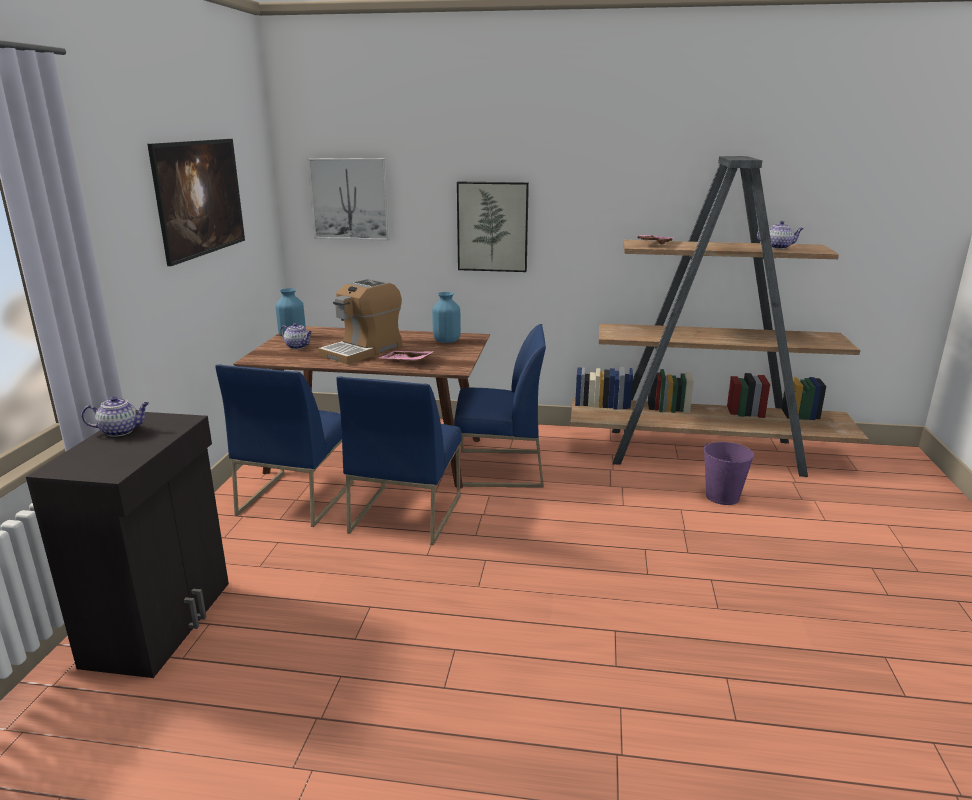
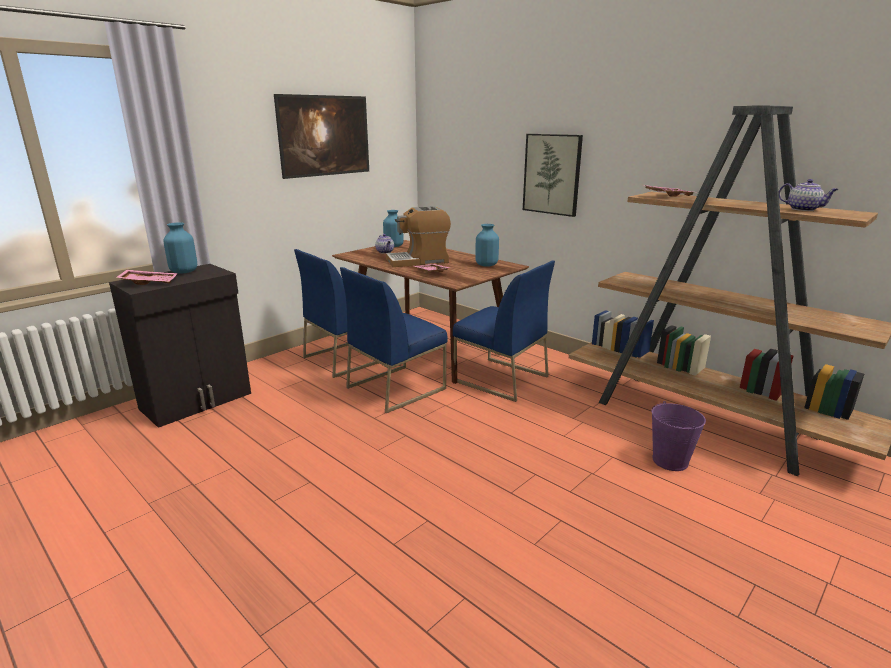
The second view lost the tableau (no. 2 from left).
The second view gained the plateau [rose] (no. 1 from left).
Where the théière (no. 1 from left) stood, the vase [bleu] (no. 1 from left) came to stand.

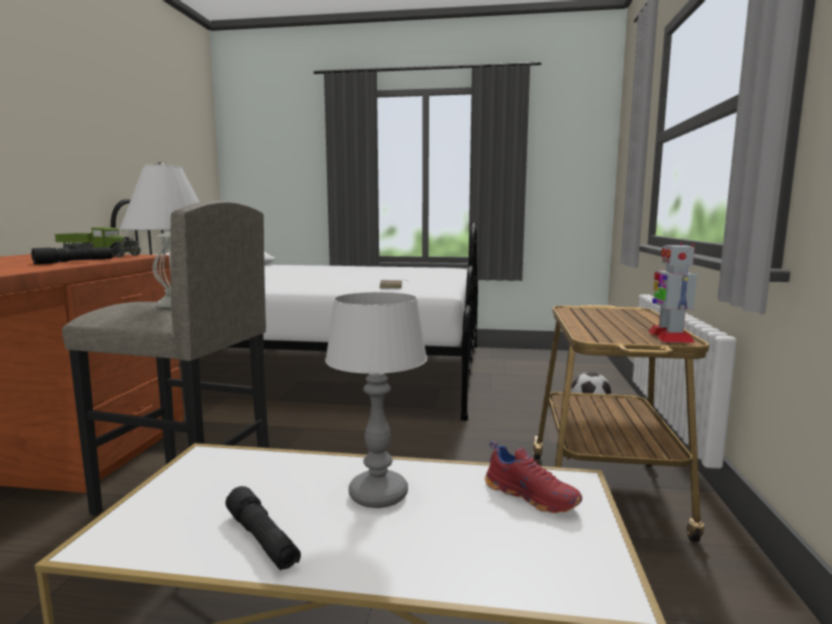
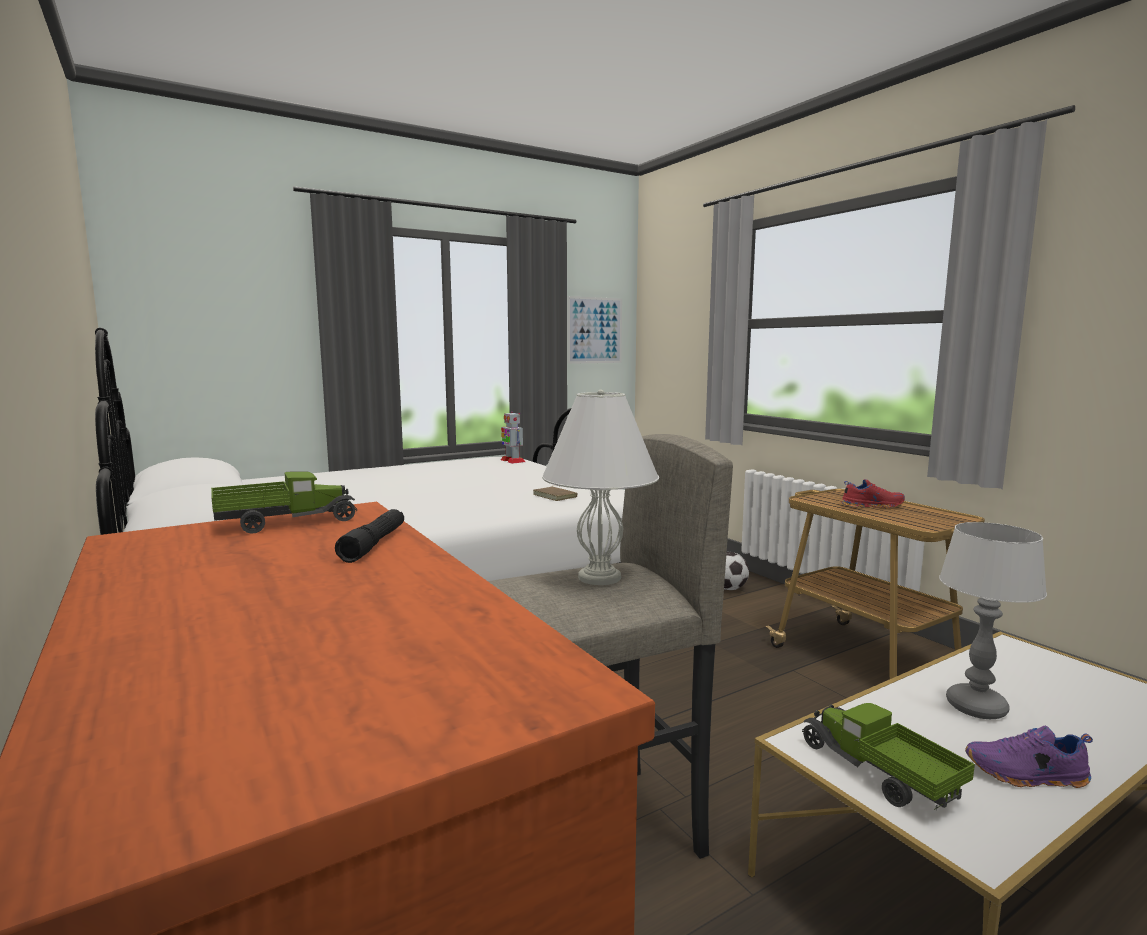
The second view gained the tableau.
The second view gained the camion jouet (no. 2 from left).
The chaussure [rouge] ended up elsewhere.
The robot jouet ended up elsewhere.
Where the lampe de poche [noir] (no. 2 from left) stood, the chaussure [violet] came to stand.

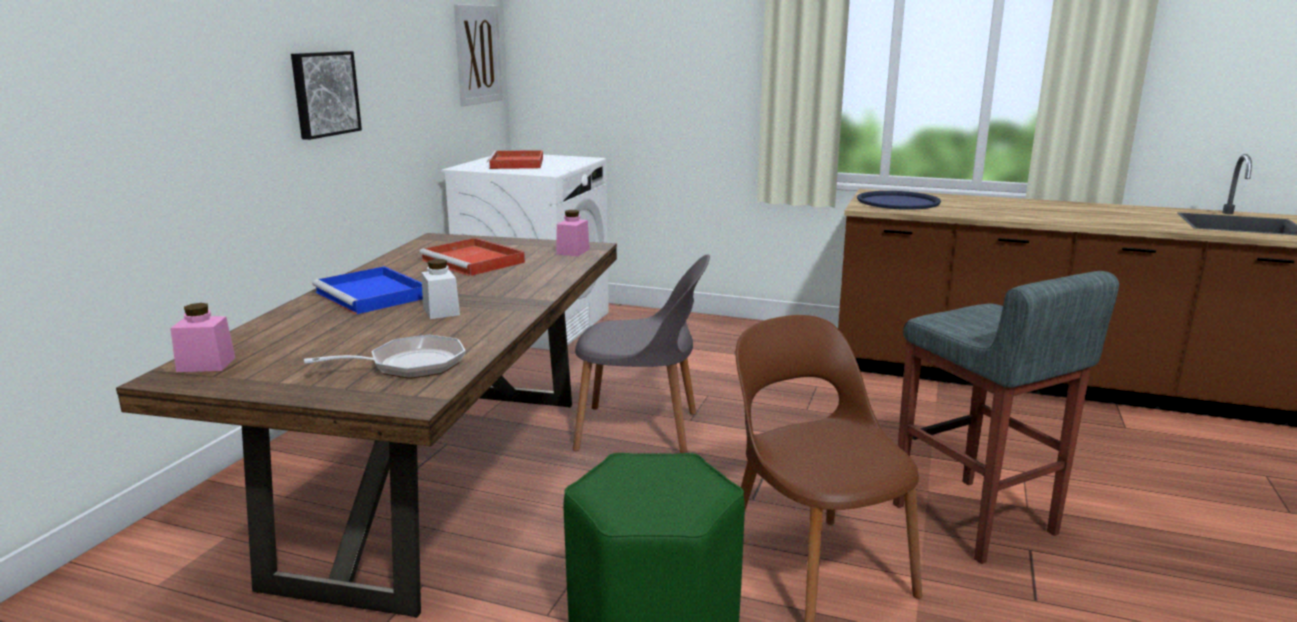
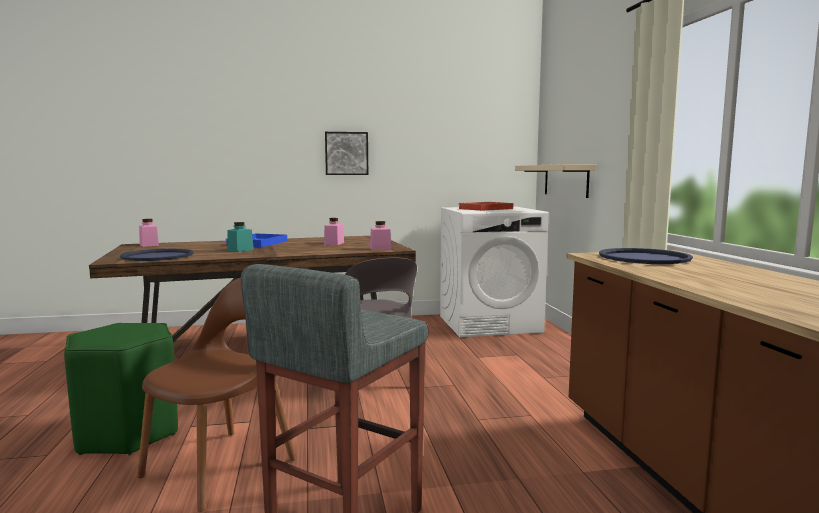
The second view lost the tableau (no. 2 from left).
The second view gained the étagère [beige].
Where the poêle stood, the plateau [bleu] (no. 1 from left) came to stand.
Where the plateau [rouge] (no. 1 from left) stood, the bocal [rose] (no. 2 from left) came to stand.
What was the bocal [blanc] turned into the bocal [turquoise].

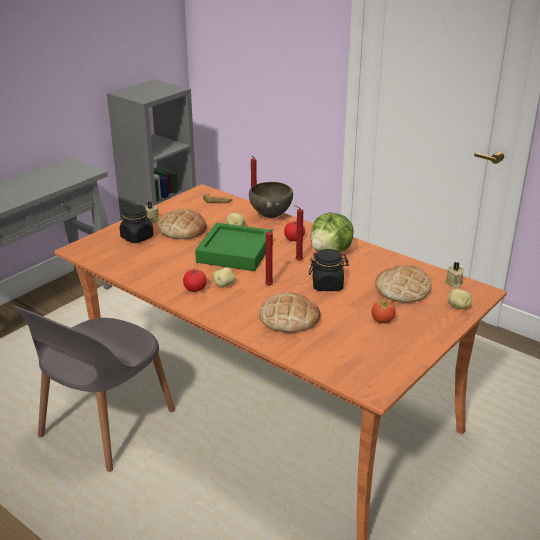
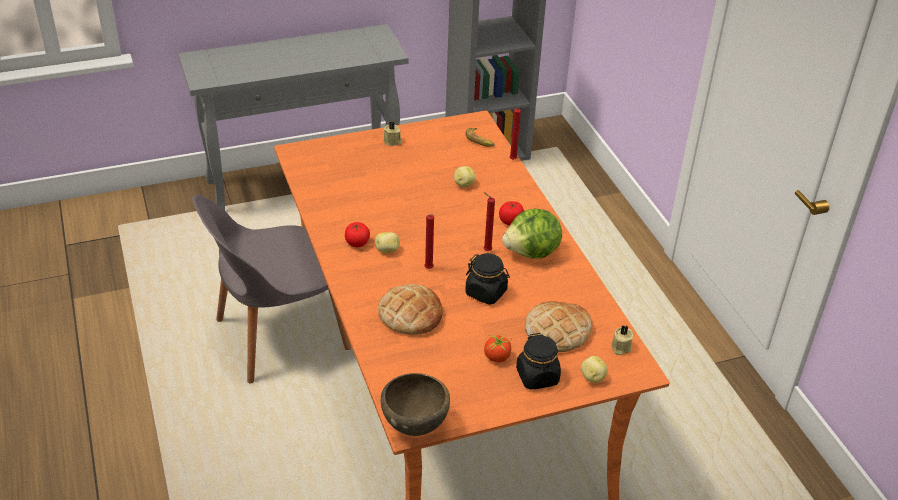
The second view lost the pain (no. 1 from left).
The second view lost the plateau [vert].
The bocal [noir] (no. 1 from left in the first image) ended up elsewhere.
The bol [marron] ended up elsewhere.

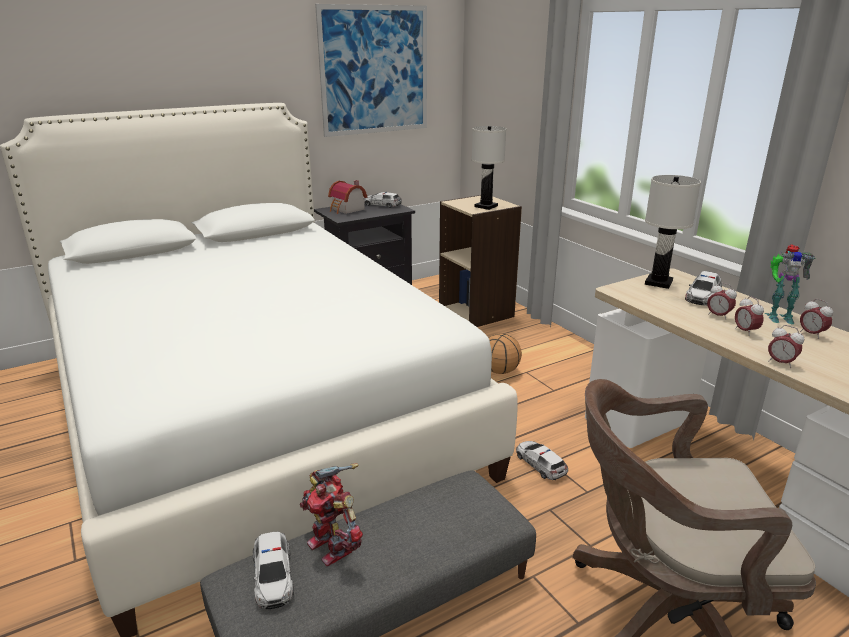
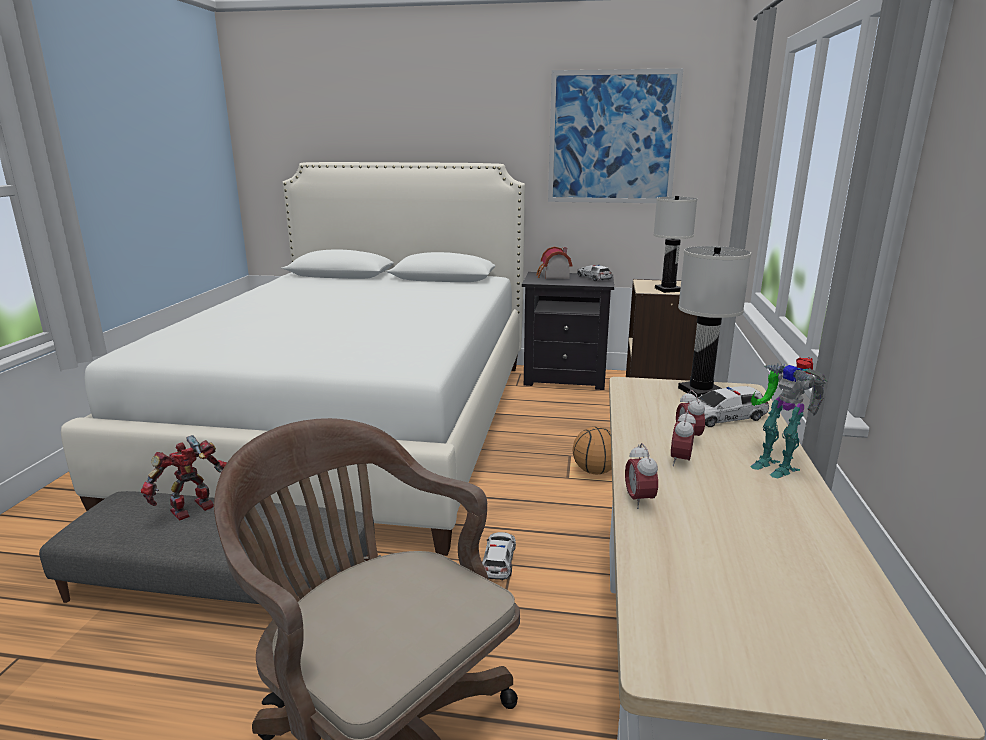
The second view lost the petite voiture (no. 1 from left).
The second view lost the réveil (no. 4 from left).
The robot jouet (no. 1 from left) ended up facing another way, 45 degrees clockwise from before.

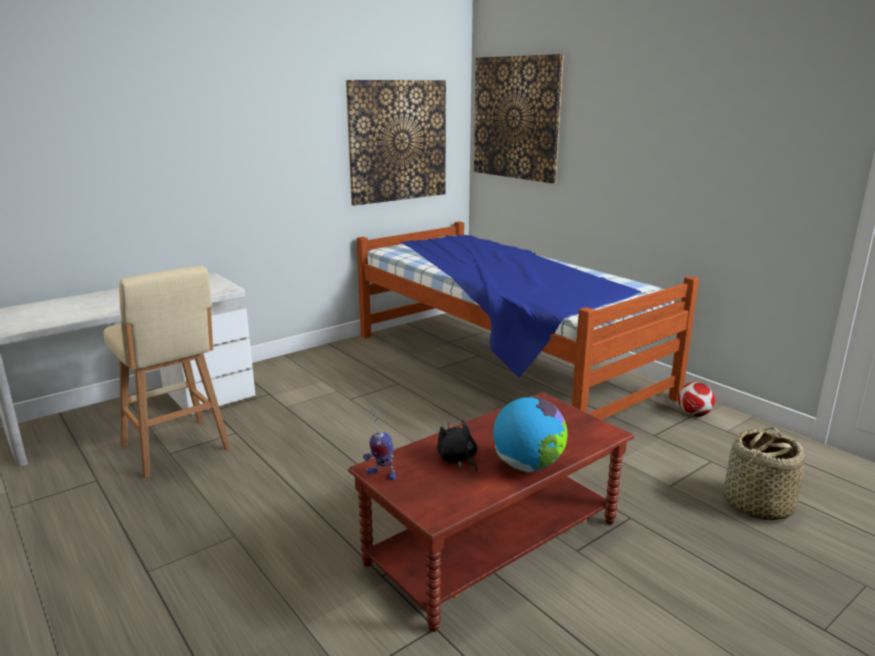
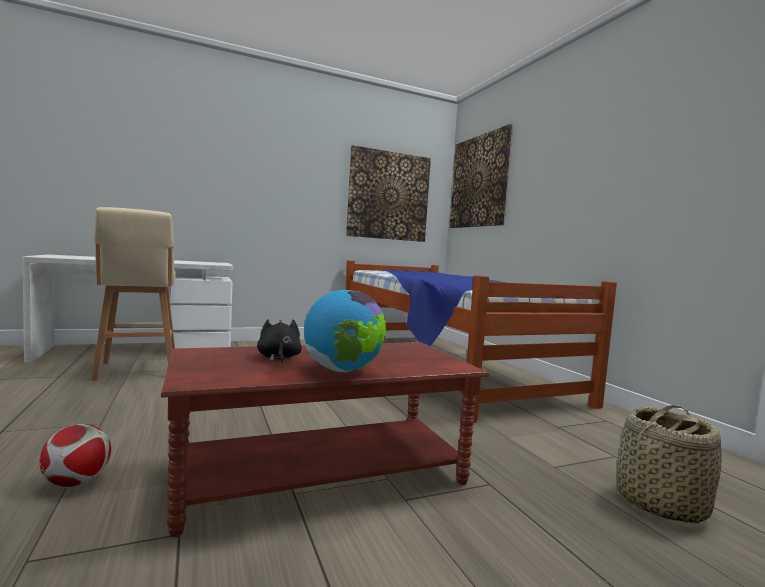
The second view lost the robot jouet.
The ballon de foot ended up elsewhere.

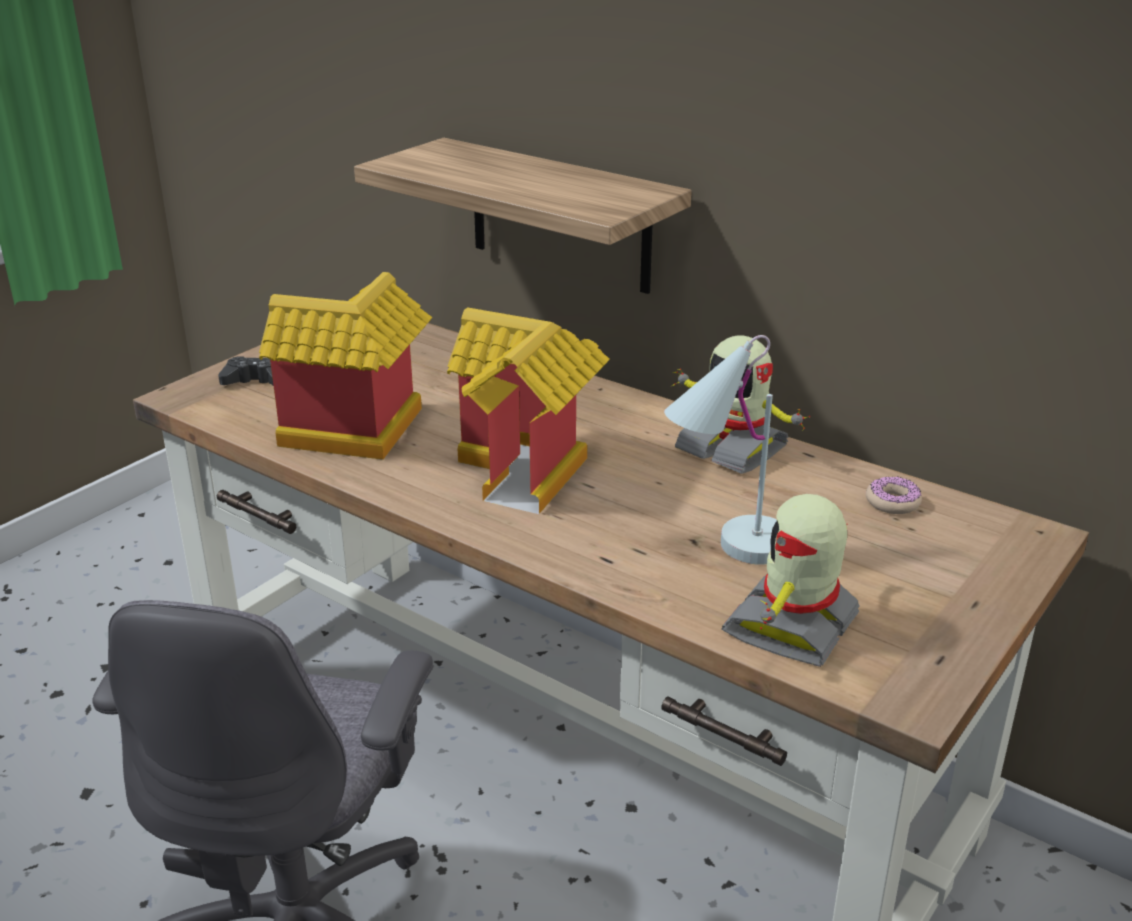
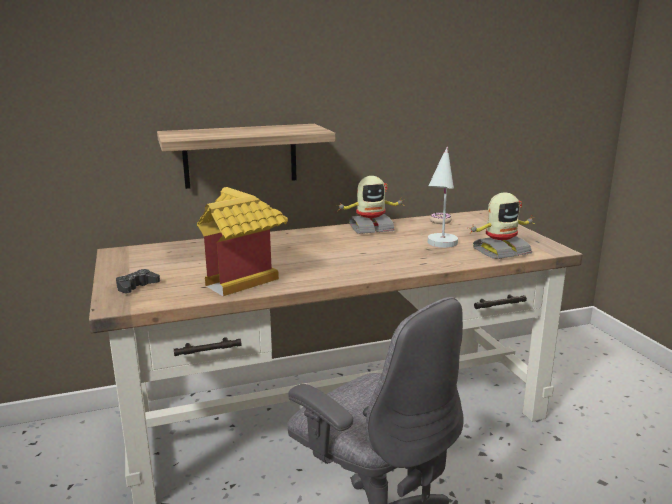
The second view lost the maison miniature (no. 2 from left).
The robot jouet (no. 2 from left) ended up facing another way, 90 degrees counterclockwise from before.

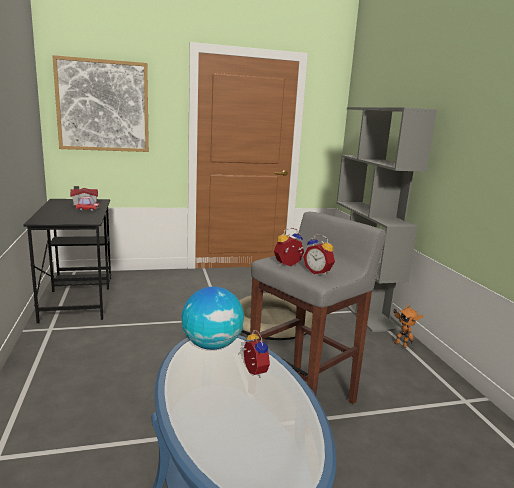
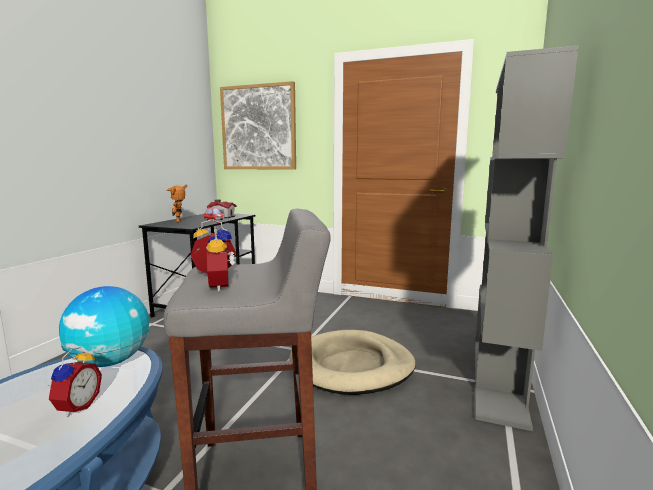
The robot jouet ended up elsewhere.

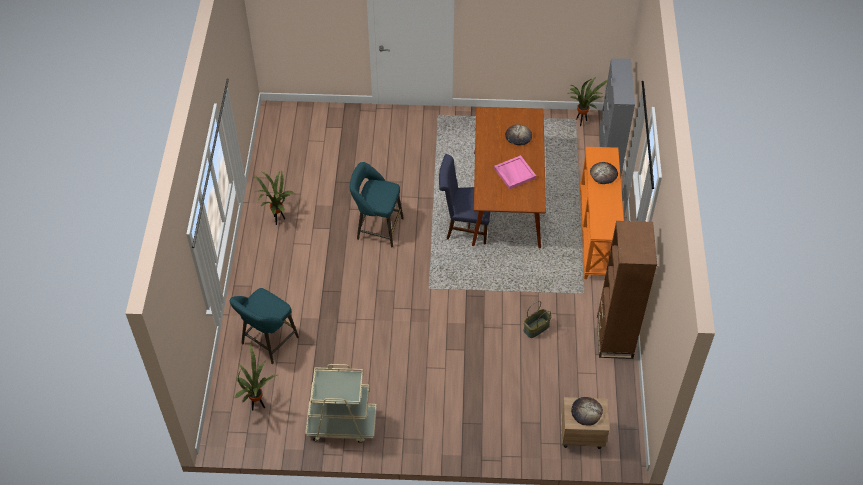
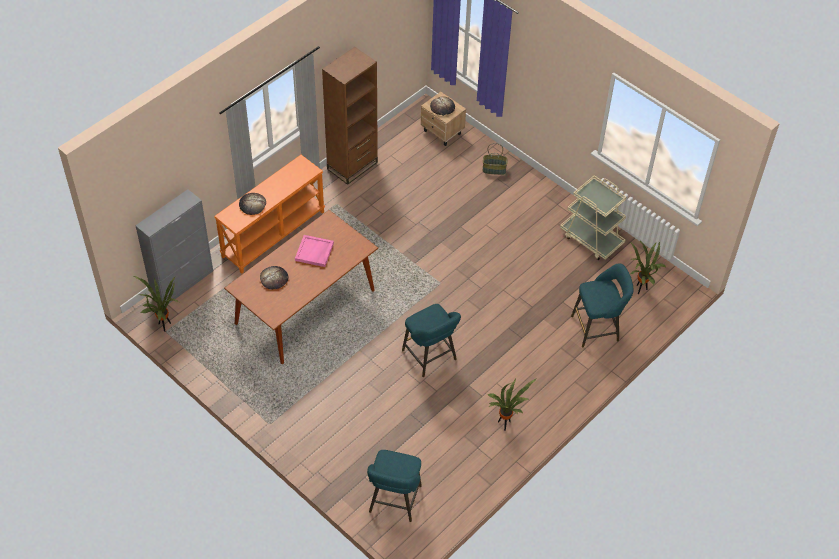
The second view lost the chaise [bleu].
The second view gained the tabouret [turquoise] (no. 1 from left).
The panier ended up elsewhere.

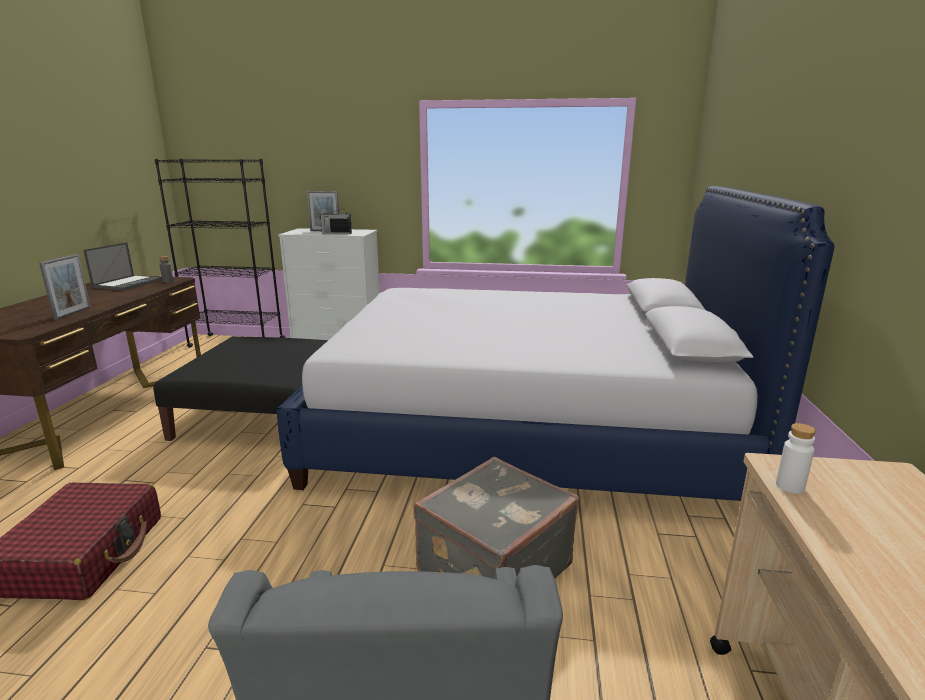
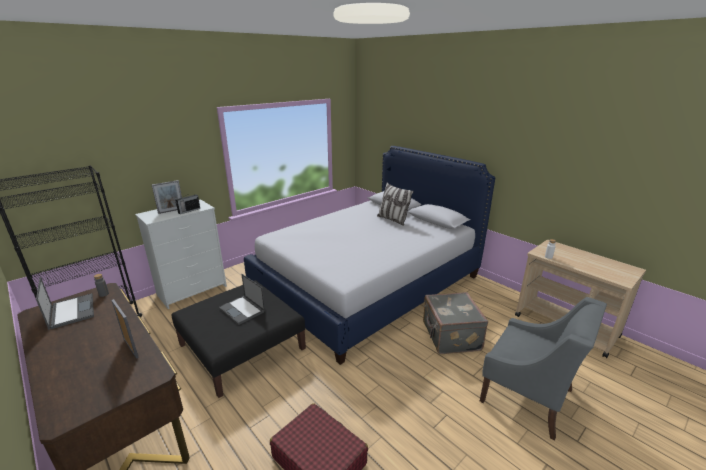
The second view gained the ordinateur portable (no. 2 from left).
The second view gained the coussin.

